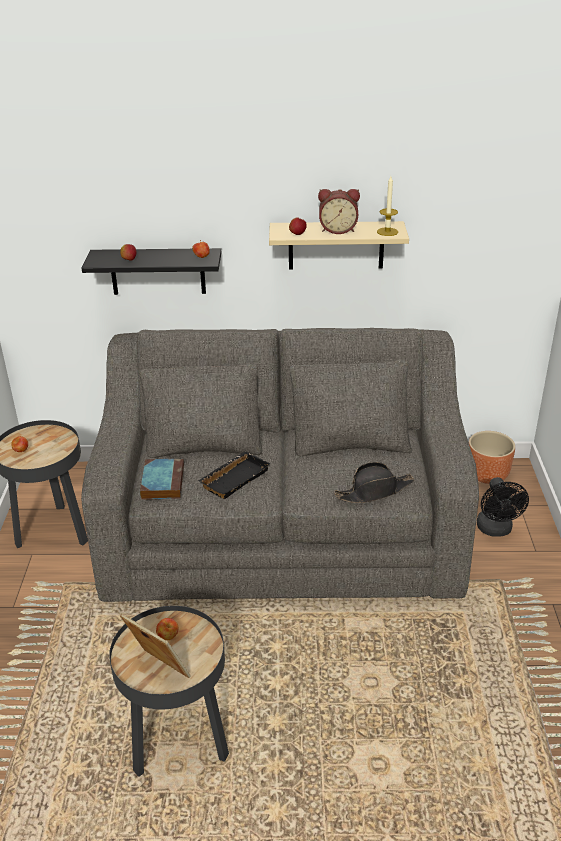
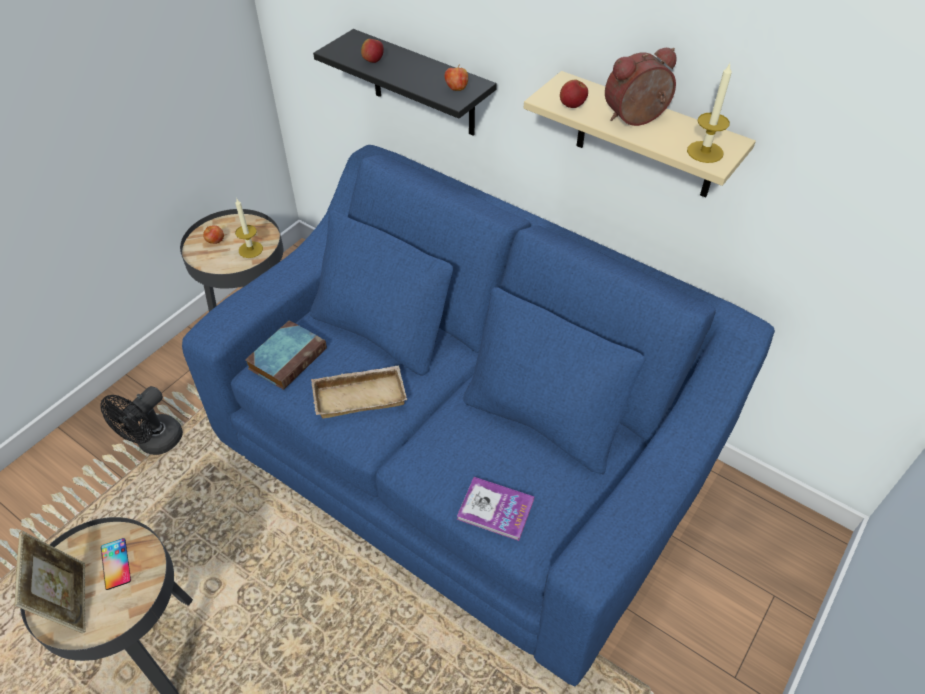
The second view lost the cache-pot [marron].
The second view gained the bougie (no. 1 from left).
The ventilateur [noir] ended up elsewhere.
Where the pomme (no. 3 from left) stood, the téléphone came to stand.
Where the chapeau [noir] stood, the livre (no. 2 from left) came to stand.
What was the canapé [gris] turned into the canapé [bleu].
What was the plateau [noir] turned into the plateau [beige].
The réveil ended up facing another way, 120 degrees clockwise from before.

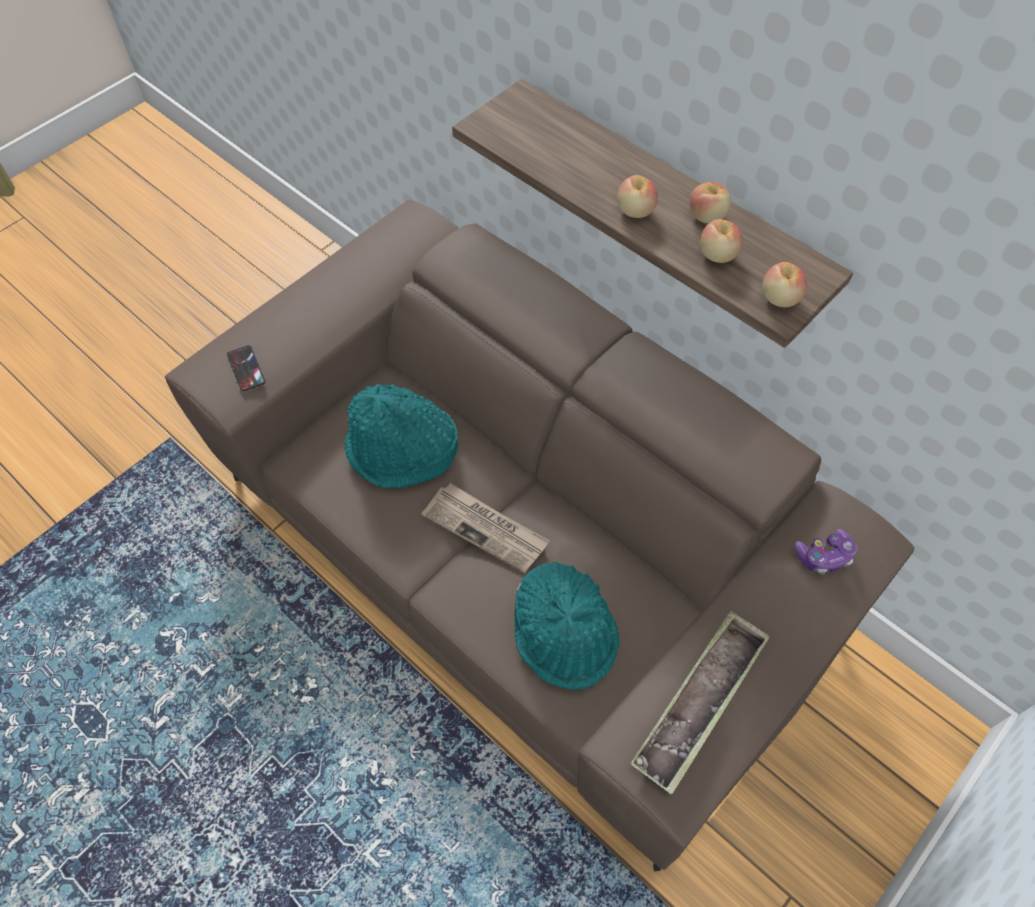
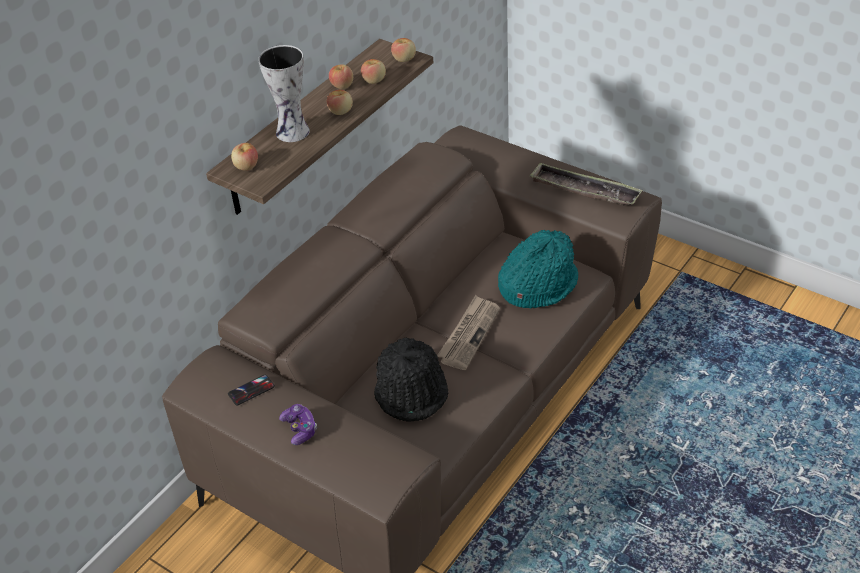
The second view gained the pomme (no. 1 from left).
The second view gained the vase.
The téléphone ended up elsewhere.
The manette ended up elsewhere.
What was the chapeau [turquoise] (no. 1 from left) turned into the chapeau [noir].

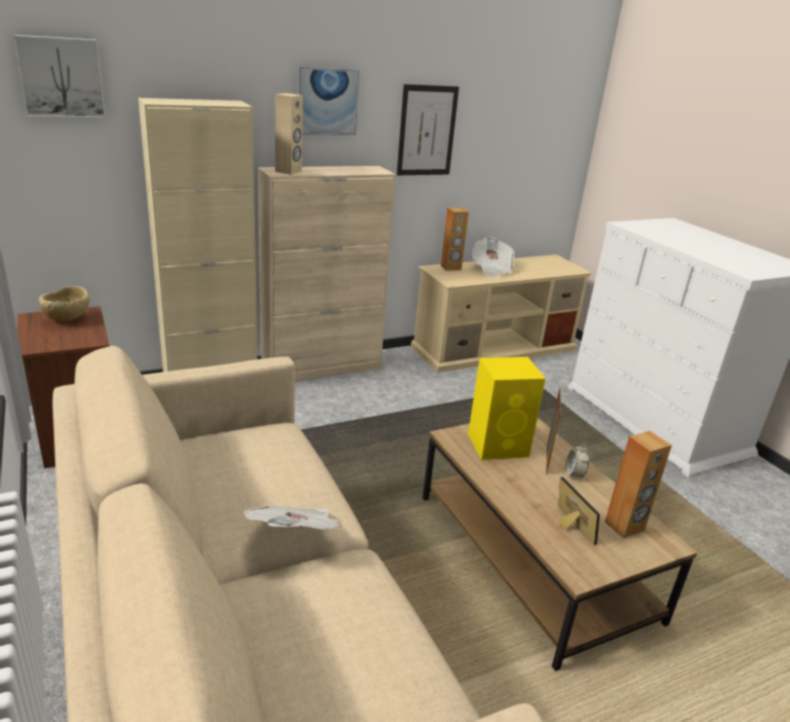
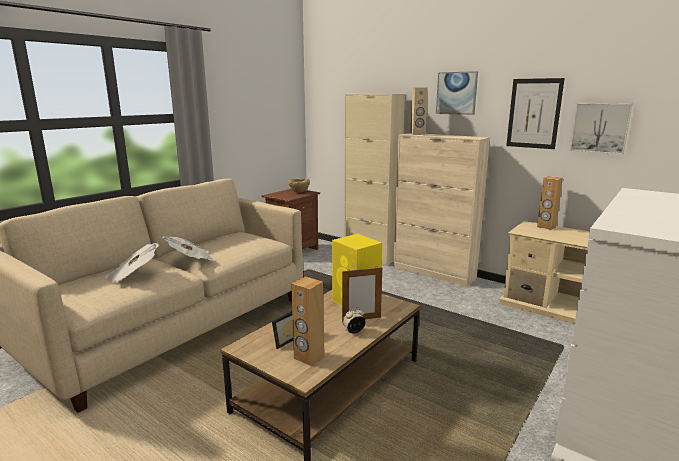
The tableau (no. 1 from left in the first image) ended up elsewhere.
The journal (no. 2 from left in the first image) ended up elsewhere.

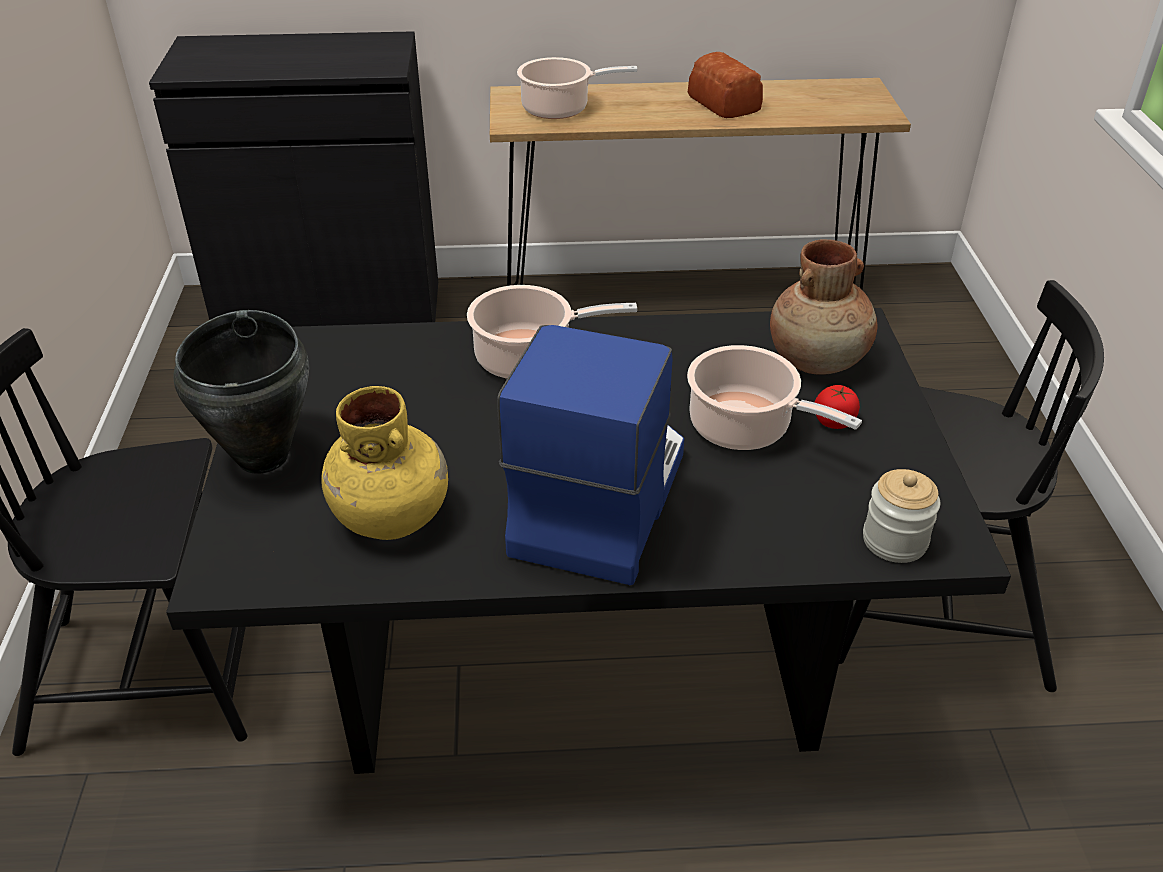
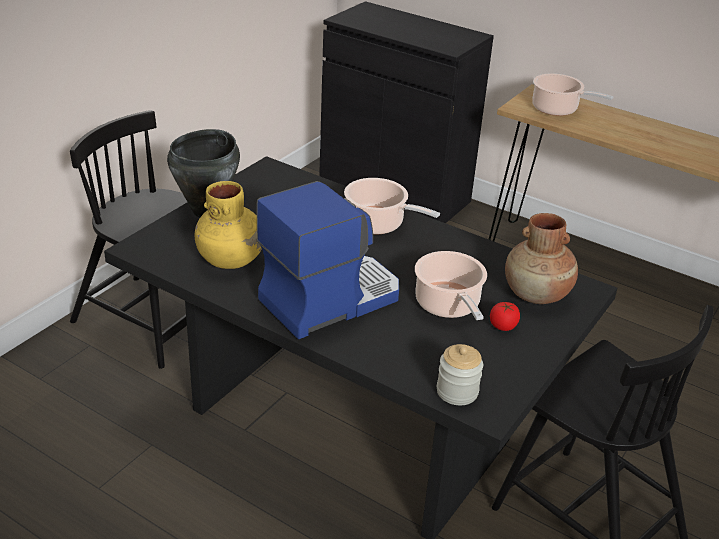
The second view lost the pain.

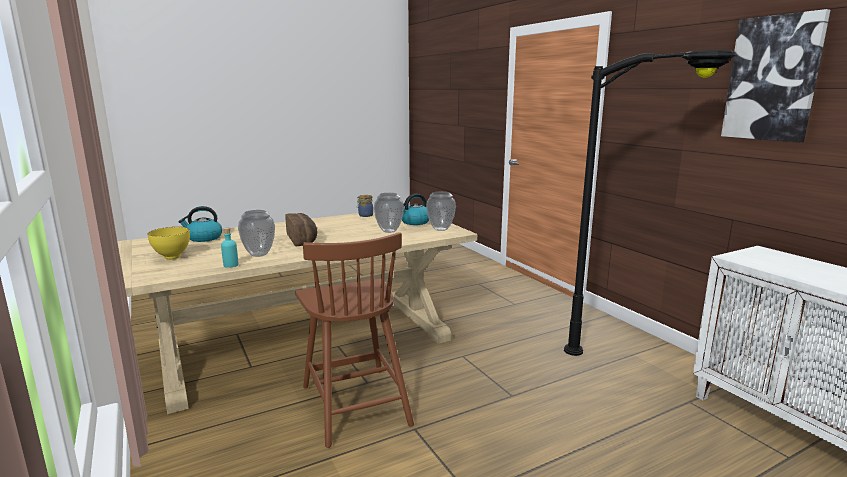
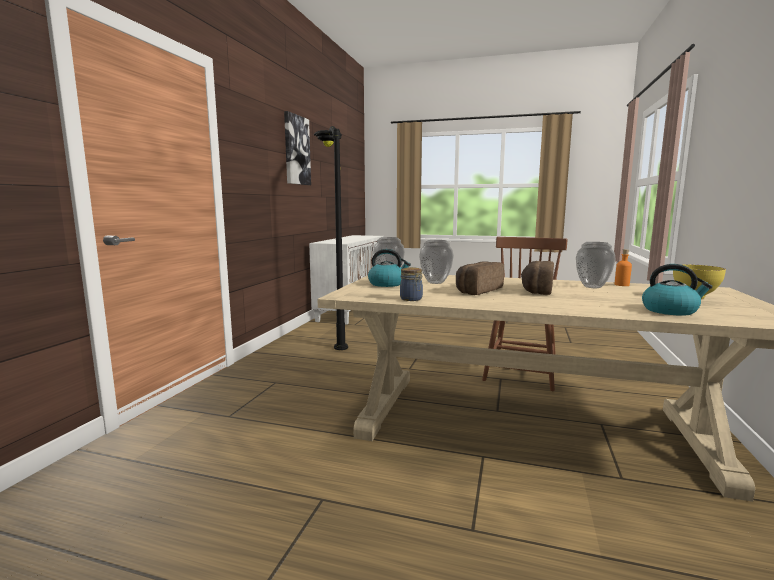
The second view gained the pain (no. 1 from left).
What was the bouteille [turquoise] turned into the bouteille [orange].

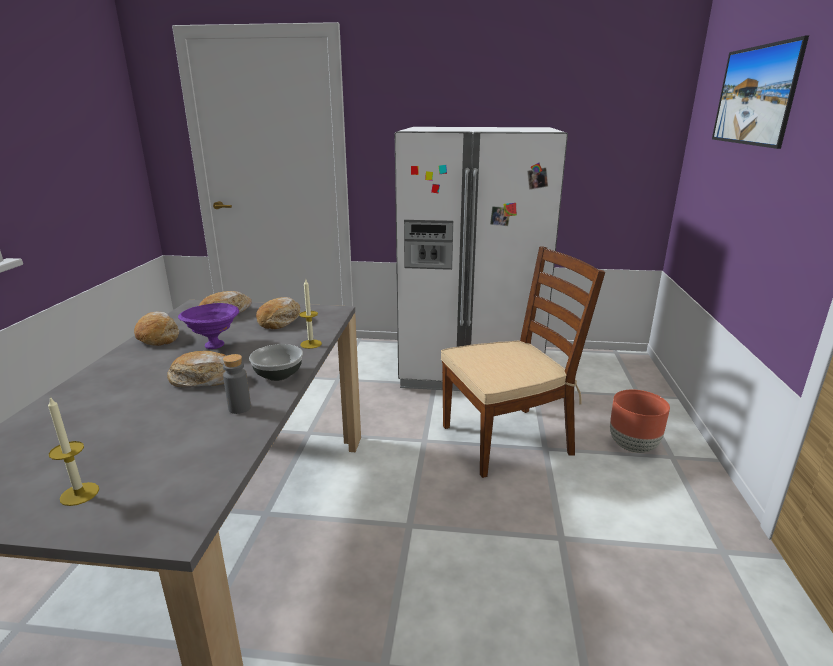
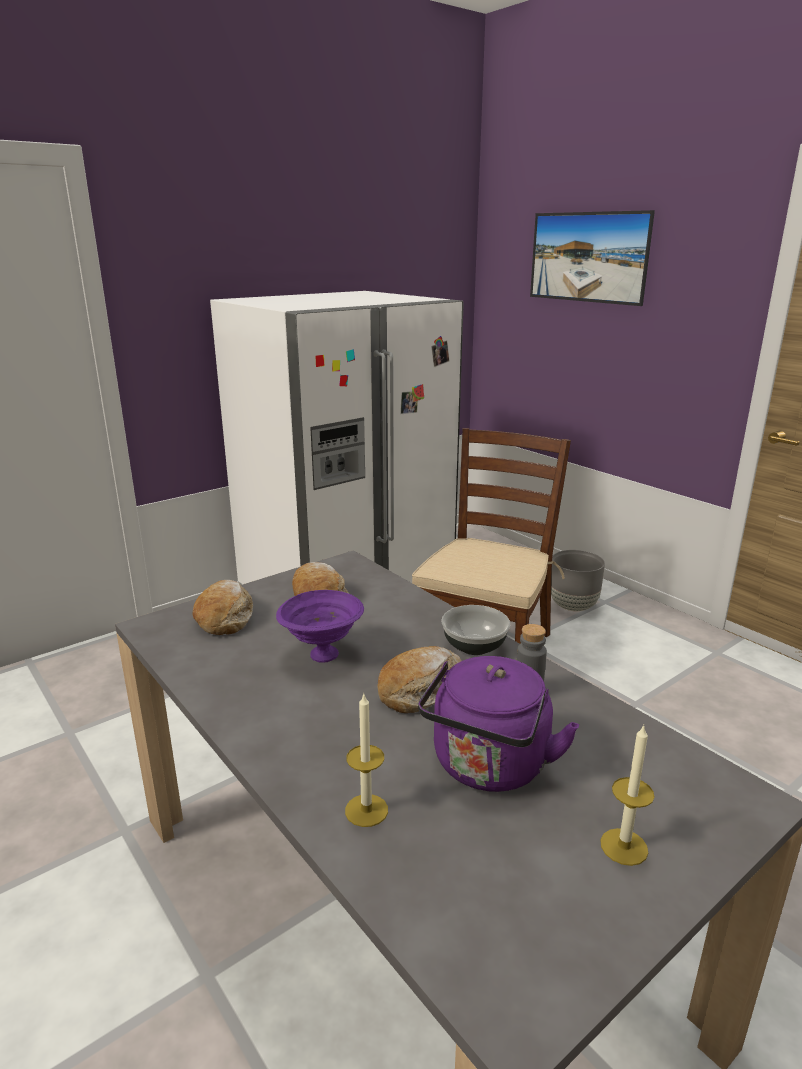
The second view lost the pain (no. 1 from left).
The second view gained the bouilloire [violet].
The bougie (no. 2 from left in the first image) ended up elsewhere.
What was the cache-pot [marron] turned into the cache-pot [gris].

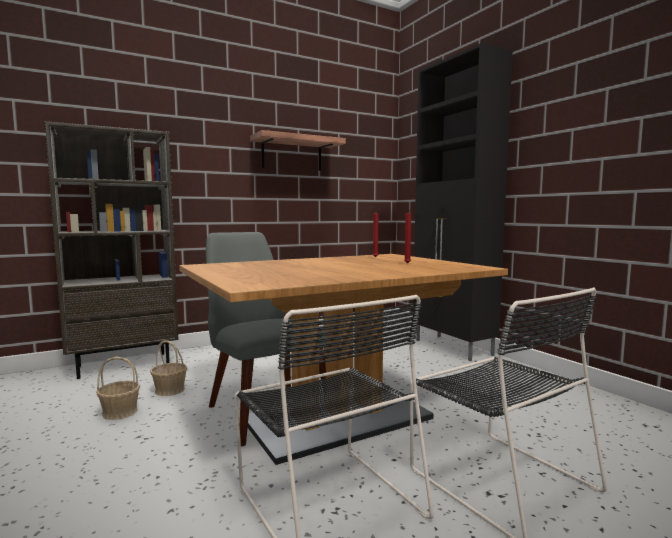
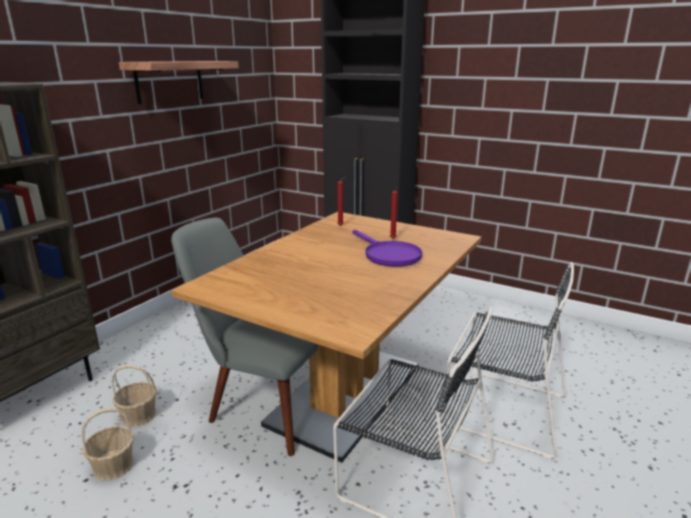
The second view gained the poêle [violet].

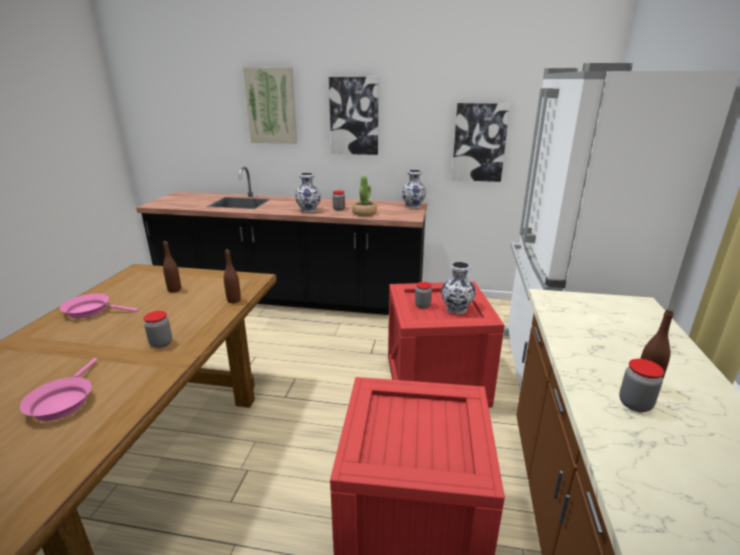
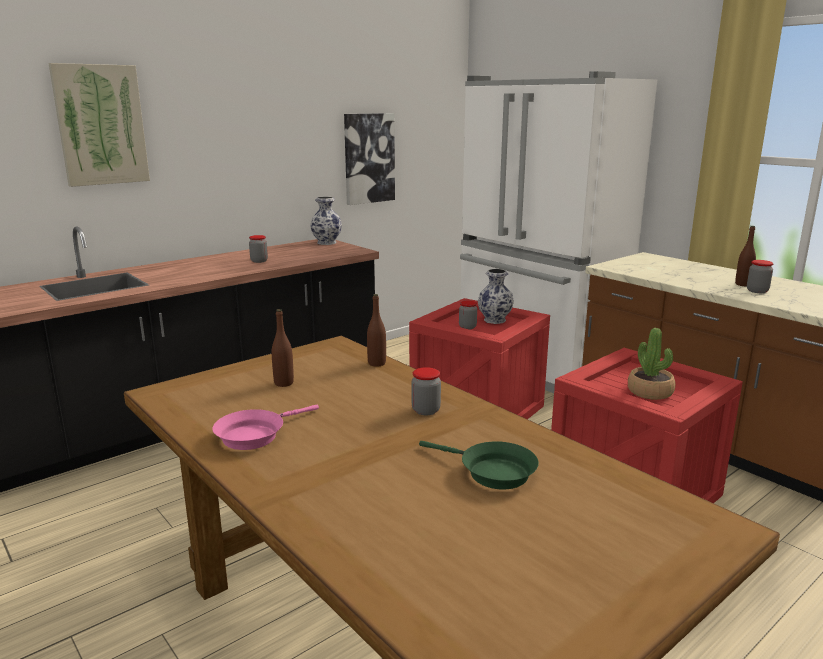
The second view lost the vase (no. 1 from left).
The second view lost the tableau (no. 2 from left).
The plante en pot ended up elsewhere.
What was the poêle [rose] (no. 1 from left) turned into the poêle [vert].

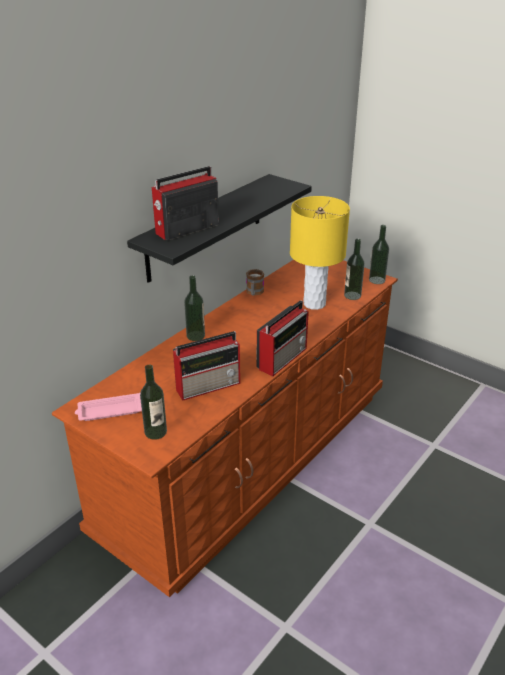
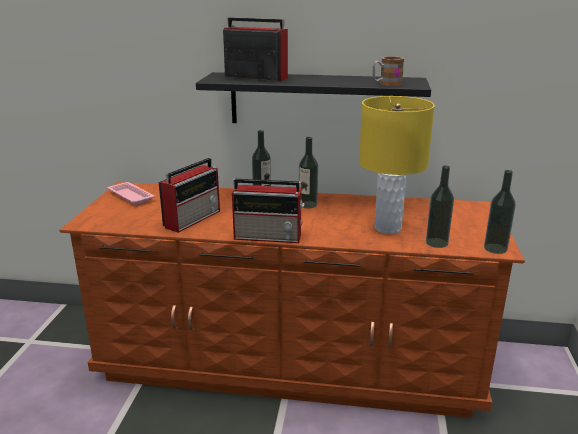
The bouteille (no. 1 from left in the first image) ended up elsewhere.
The mug ended up elsewhere.
The radio (no. 2 from left in the first image) ended up facing another way, 90 degrees counterclockwise from before.

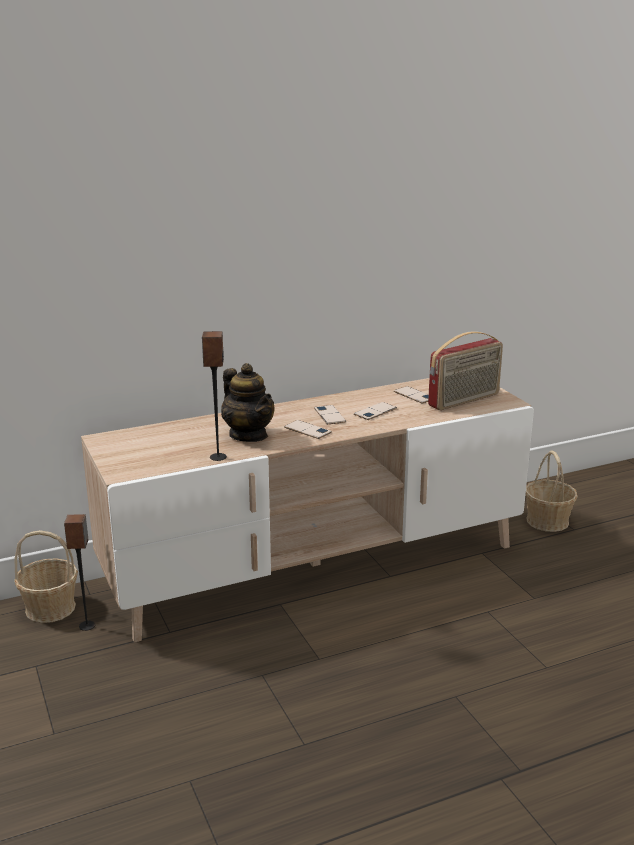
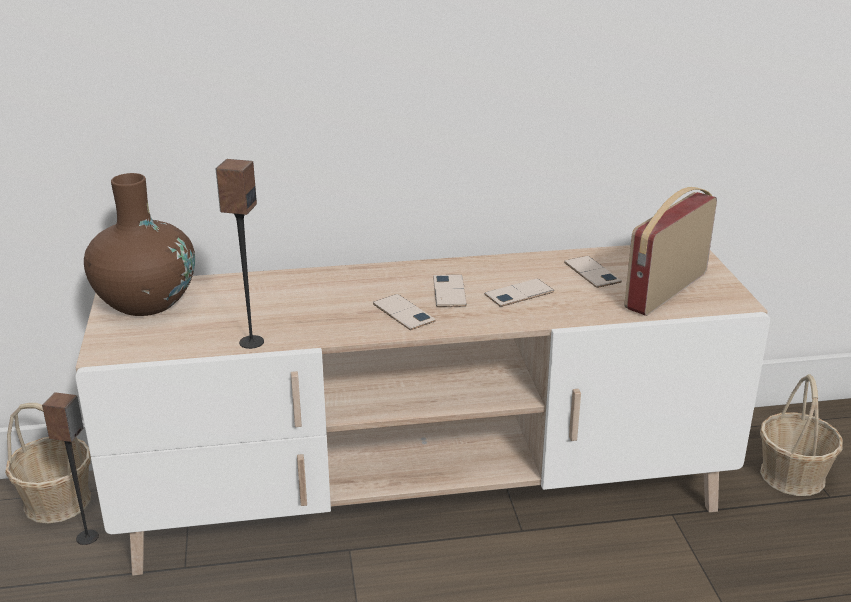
The second view lost the théière.
The second view gained the vase [marron].
The radio ended up facing another way, 150 degrees clockwise from before.

